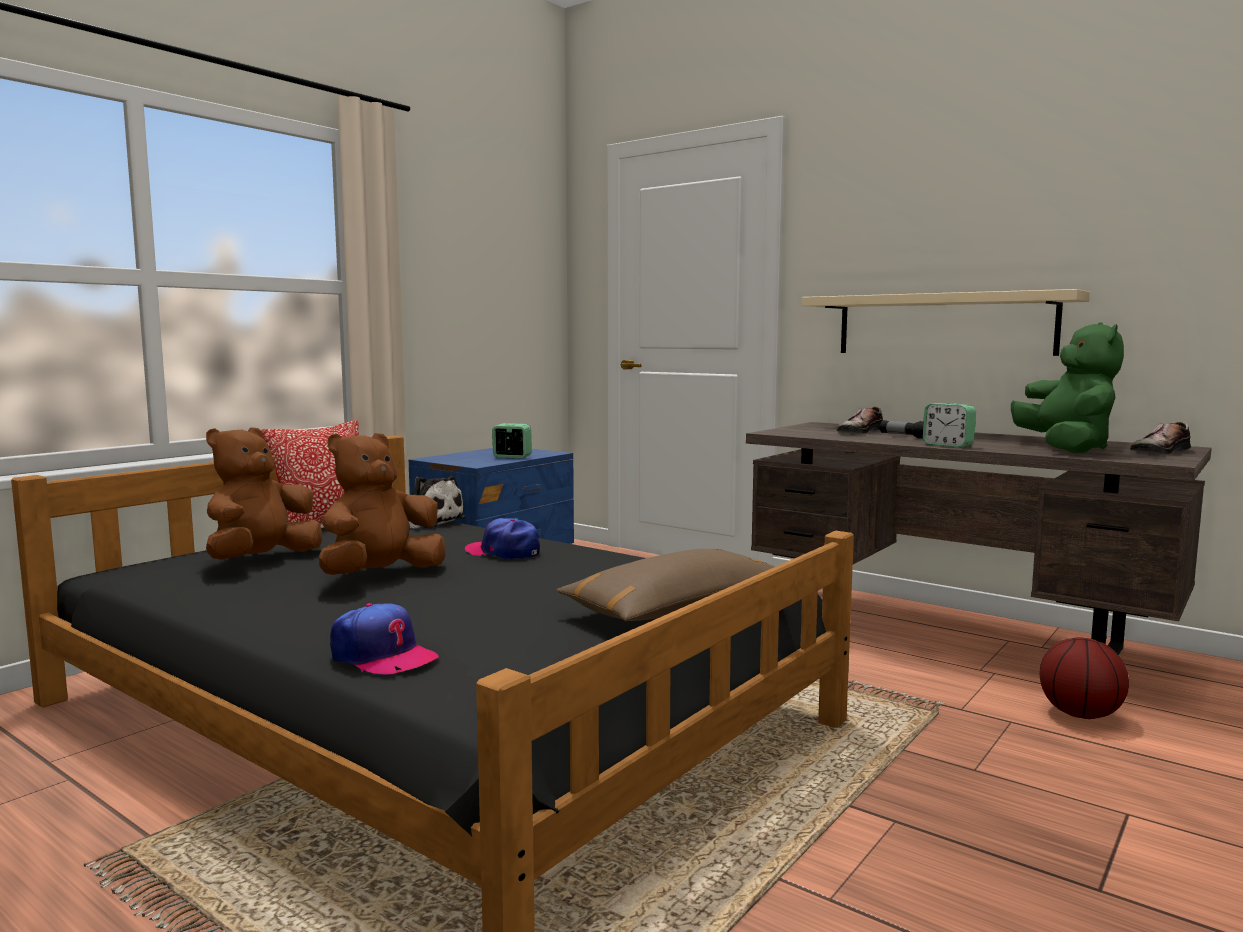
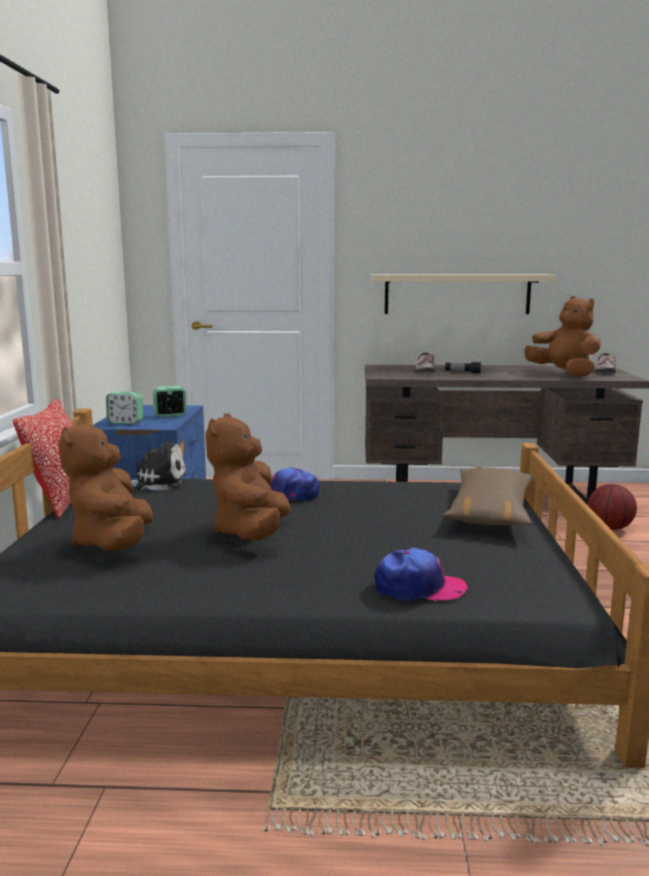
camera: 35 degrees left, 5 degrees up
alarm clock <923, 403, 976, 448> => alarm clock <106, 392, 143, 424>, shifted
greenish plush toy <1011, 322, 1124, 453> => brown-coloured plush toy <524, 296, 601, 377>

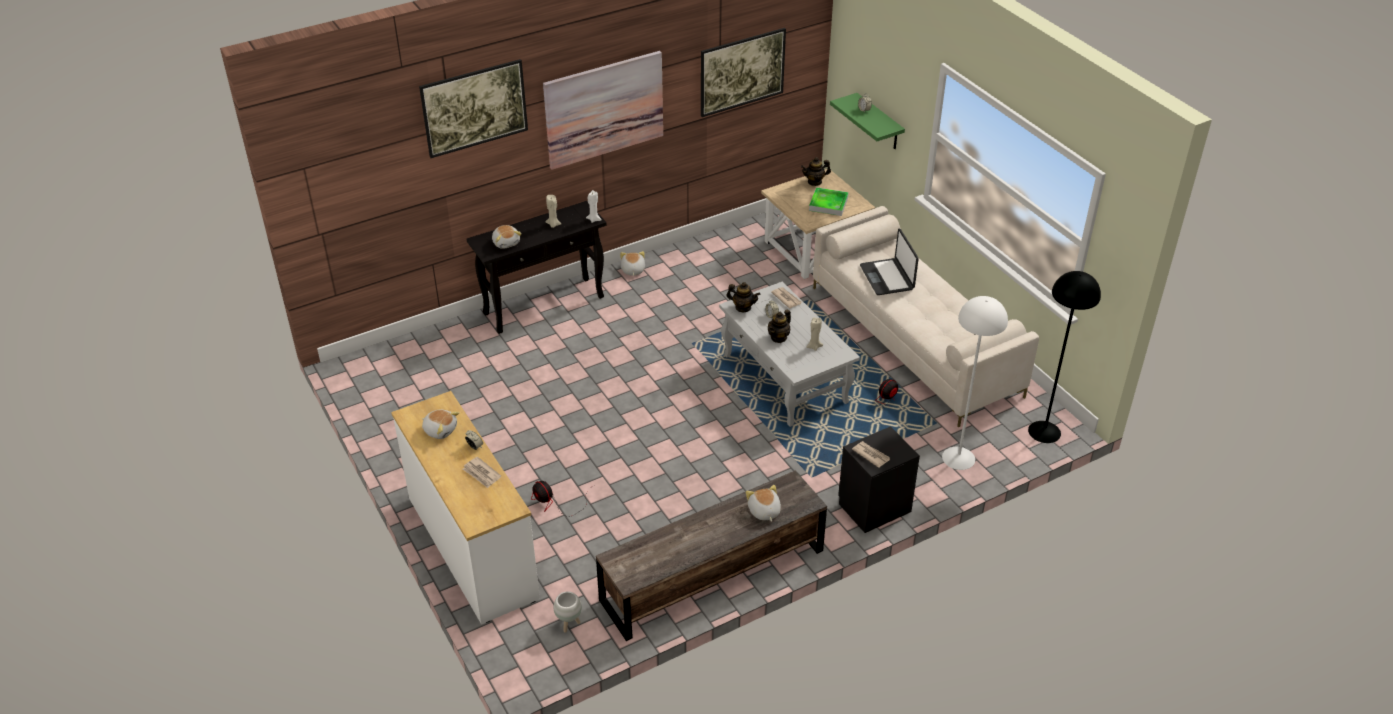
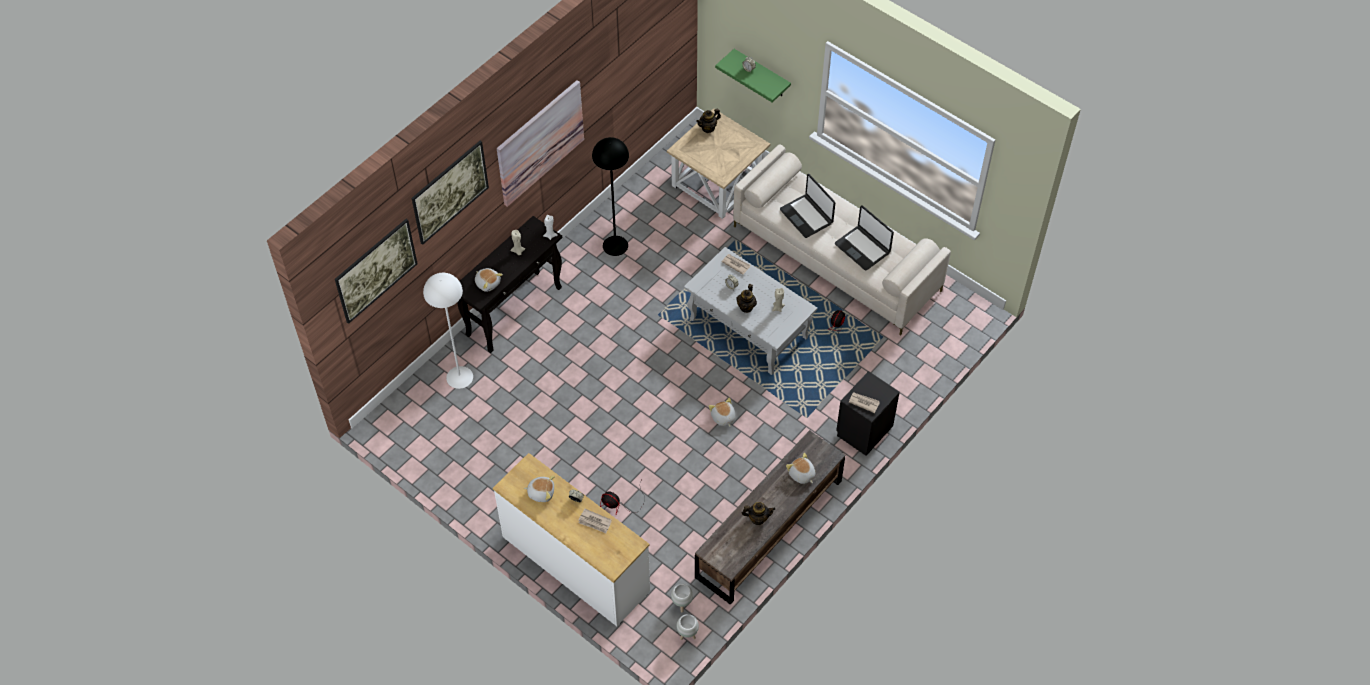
camera: 20 degrees left, 15 degrees up
plush toy <620, 251, 645, 276> => plush toy <709, 398, 736, 427>, shifted
wall picture <701, 28, 786, 117> => wall picture <335, 219, 418, 324>, shifted
tea pot <726, 282, 760, 312> => tea pot <741, 502, 775, 525>, shifted
tray <809, 187, 849, 216> => nothing
whitish floor lamp <942, 296, 1008, 470> => whitish floor lamp <423, 273, 473, 389>, shifted
black floor lamp <1028, 271, 1101, 443> => black floor lamp <592, 137, 629, 256>, shifted
nothing => whitish plant pot <677, 614, 699, 640>
nothing => laptop <835, 205, 894, 270>

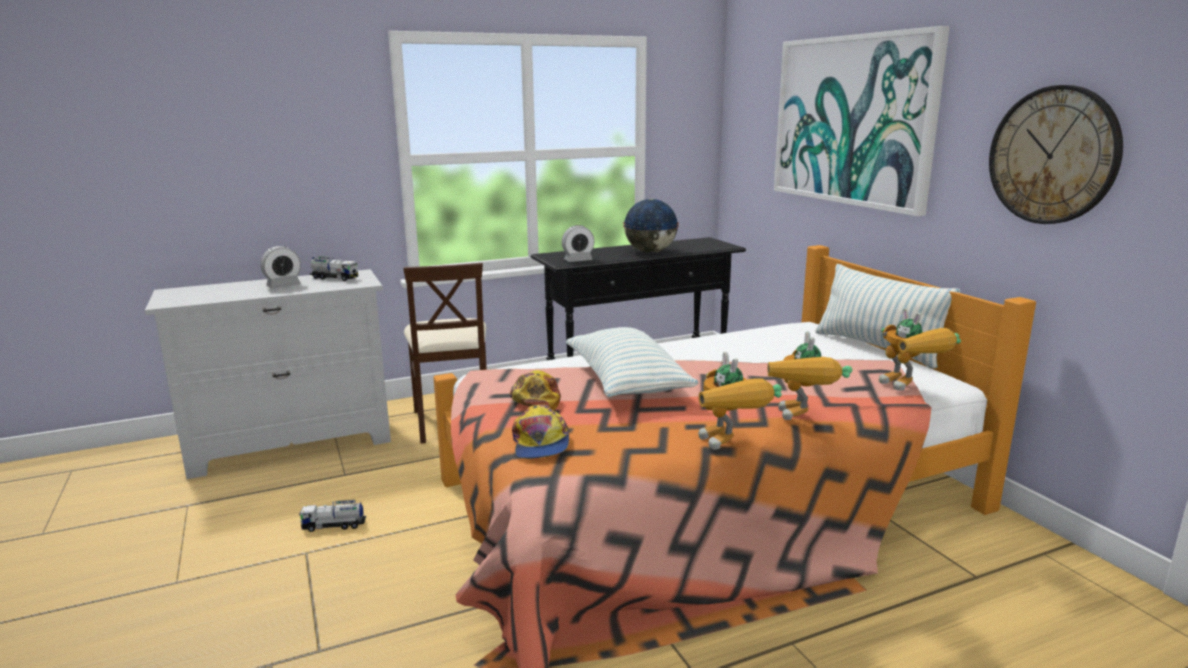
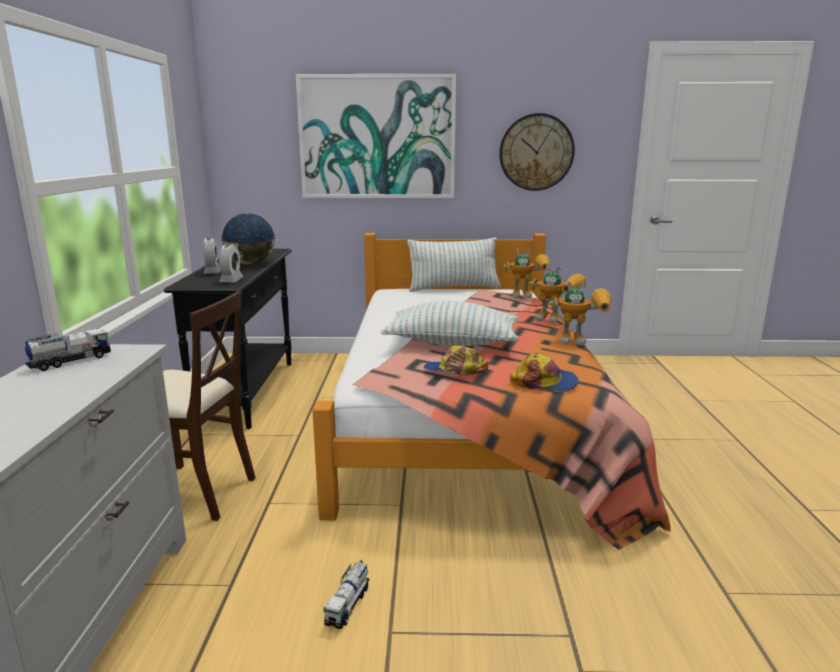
camera: 65 degrees left, 0 degrees up
alarm clock <260, 246, 301, 289> => alarm clock <203, 238, 220, 274>, shifted

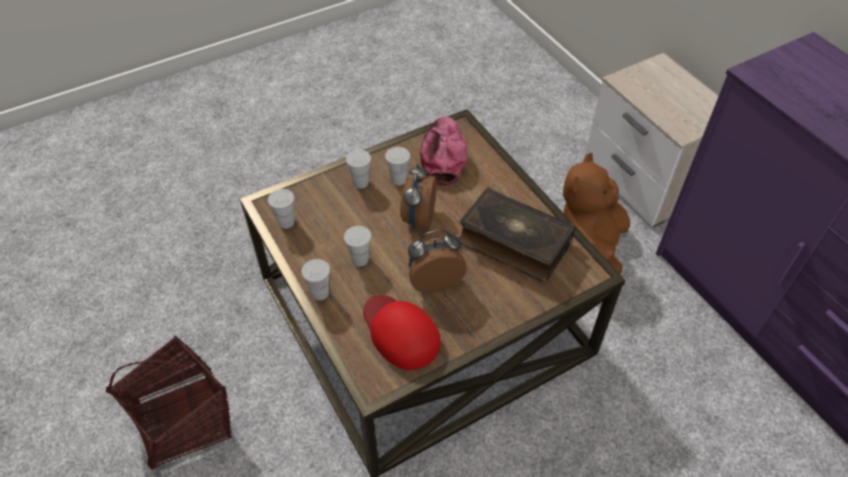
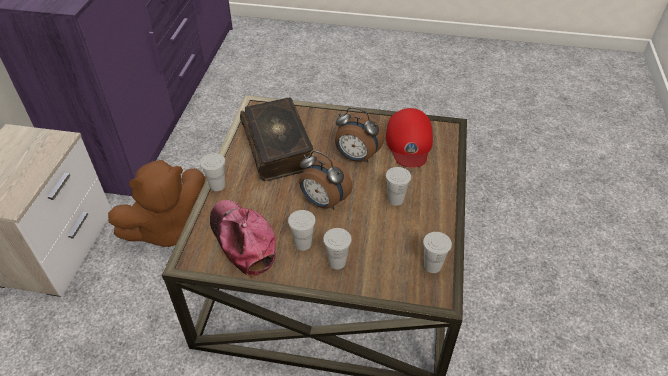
camera: 140 degrees left, 5 degrees down
storage basket <106, 336, 232, 470> => nothing
whitish cup <301, 259, 330, 300> => whitish cup <200, 153, 225, 191>, shifted
alarm clock <400, 164, 437, 230> => alarm clock <299, 151, 352, 209>, 75 degrees clockwise
baseball cap <420, 117, 468, 186> => baseball cap <210, 200, 276, 277>, 105 degrees clockwise

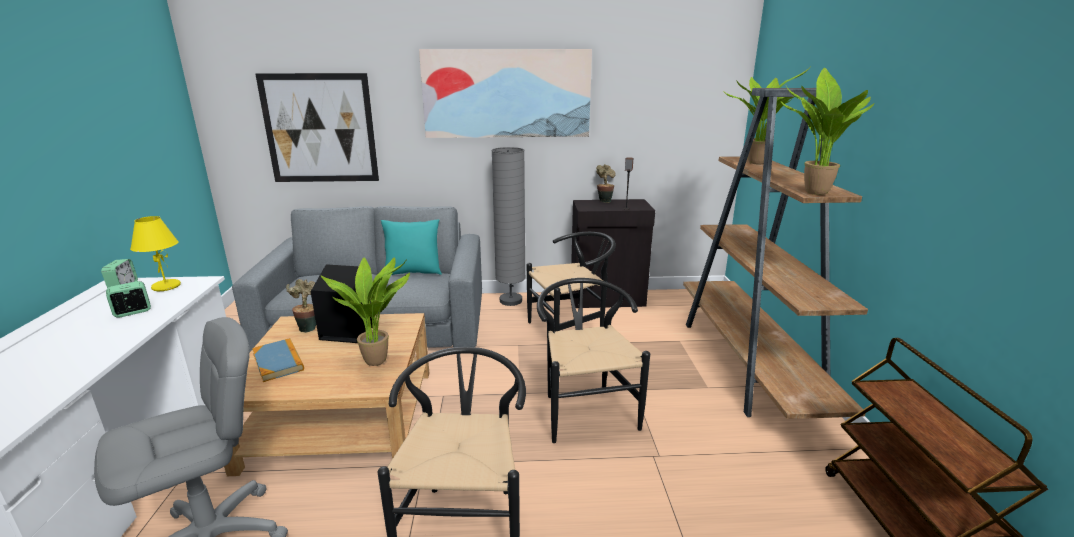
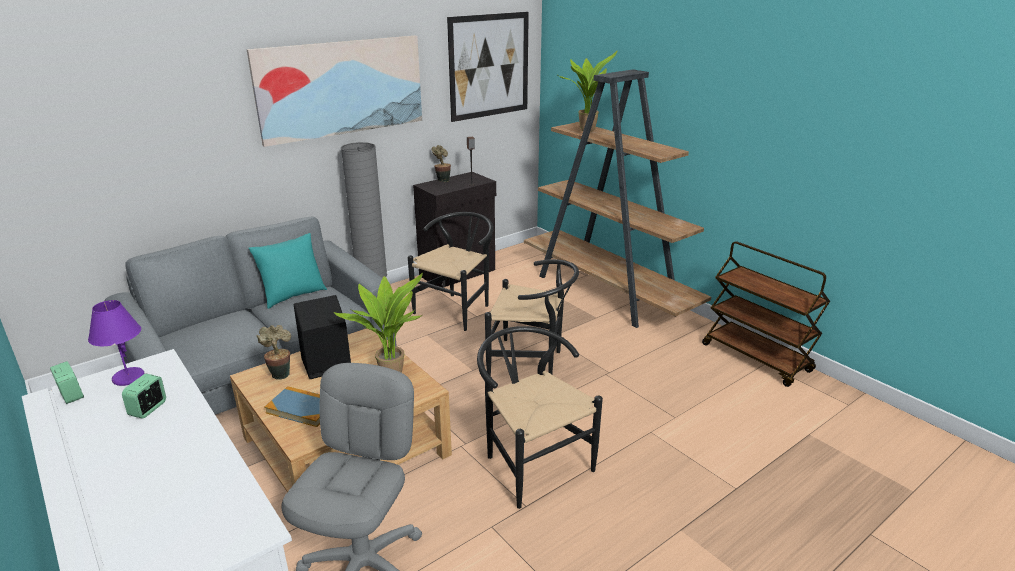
camera: 35 degrees left, 5 degrees up
yellowish table lamp <130, 216, 181, 291> => purple table lamp <88, 300, 144, 386>
wall picture <255, 73, 379, 182> => wall picture <447, 12, 529, 122>, shifted
black plain chair <537, 278, 650, 443> => black plain chair <485, 259, 579, 376>, 150 degrees clockwise
houseplant <781, 68, 875, 195> => nothing

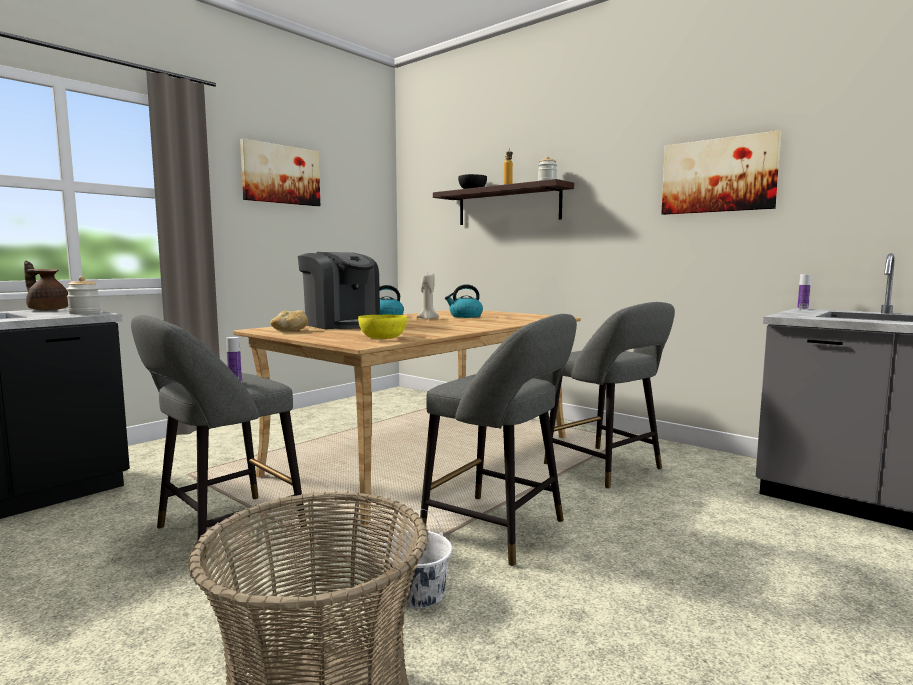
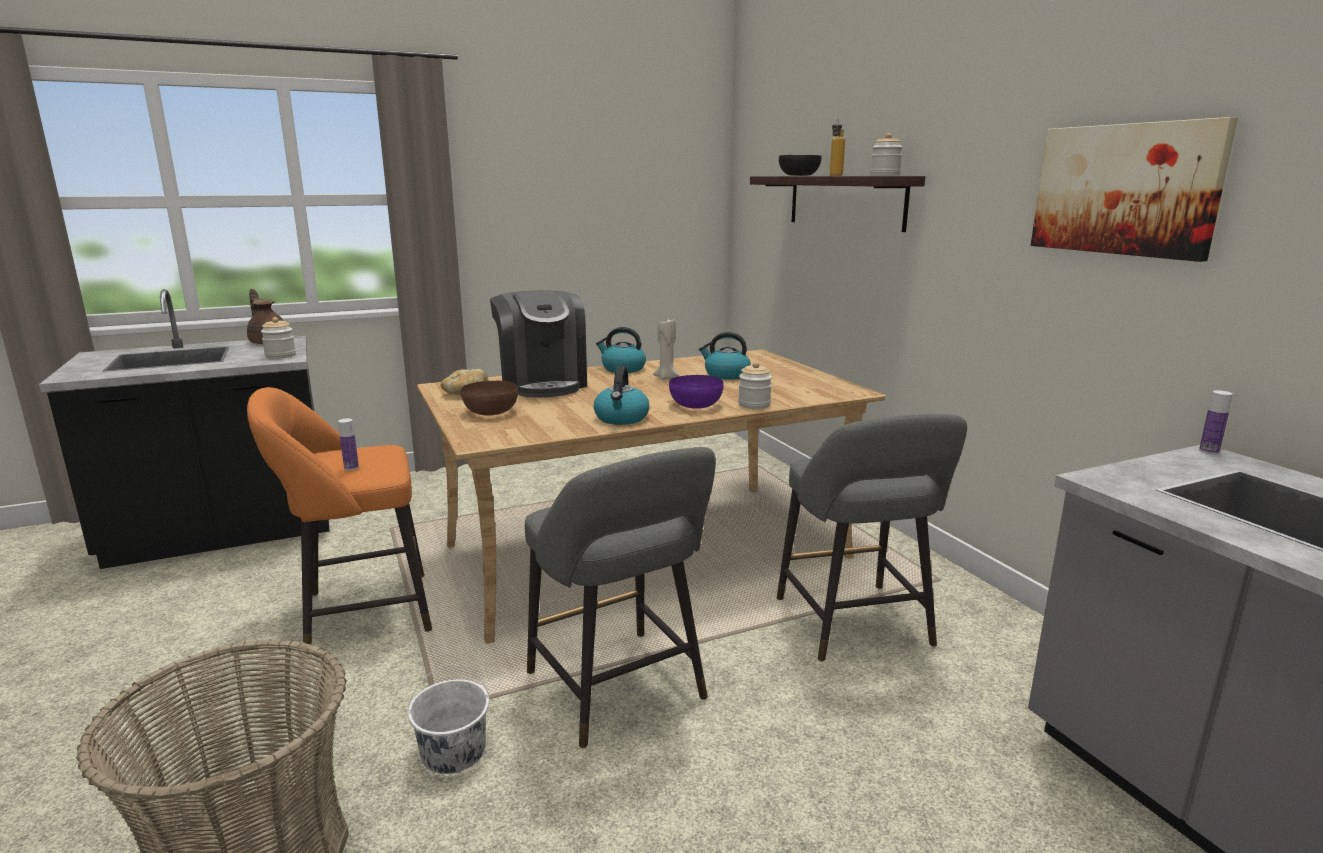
camera: 25 degrees right, 10 degrees up
gray stool seat <131, 315, 307, 560> => orange stool seat <247, 387, 432, 654>
wall picture <240, 139, 320, 206> => nothing
yellowish deep dish <358, 315, 407, 339> => nothing
nothing => brown-coloured deep dish <461, 381, 518, 415>
nothing => tea kettle <594, 366, 649, 425>
nothing => purple deep dish <669, 375, 724, 409>
nothing => preserve jar <738, 362, 772, 409>

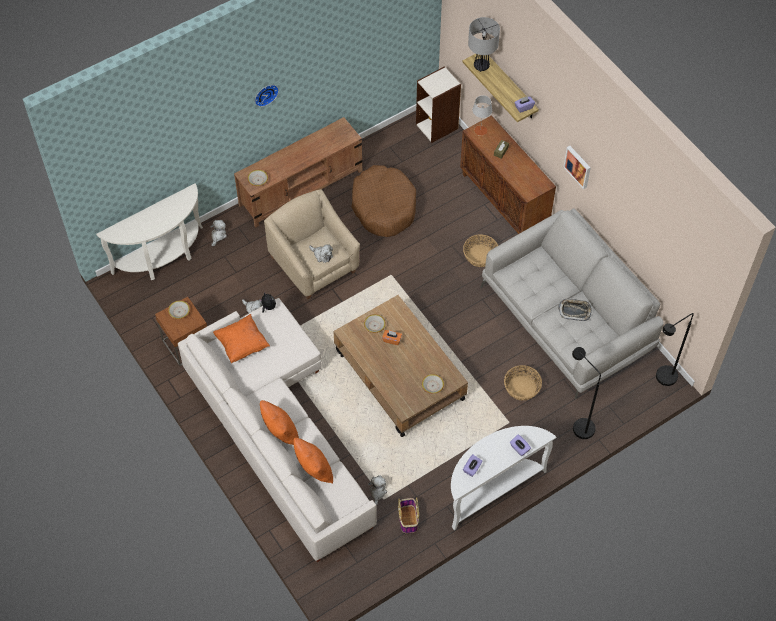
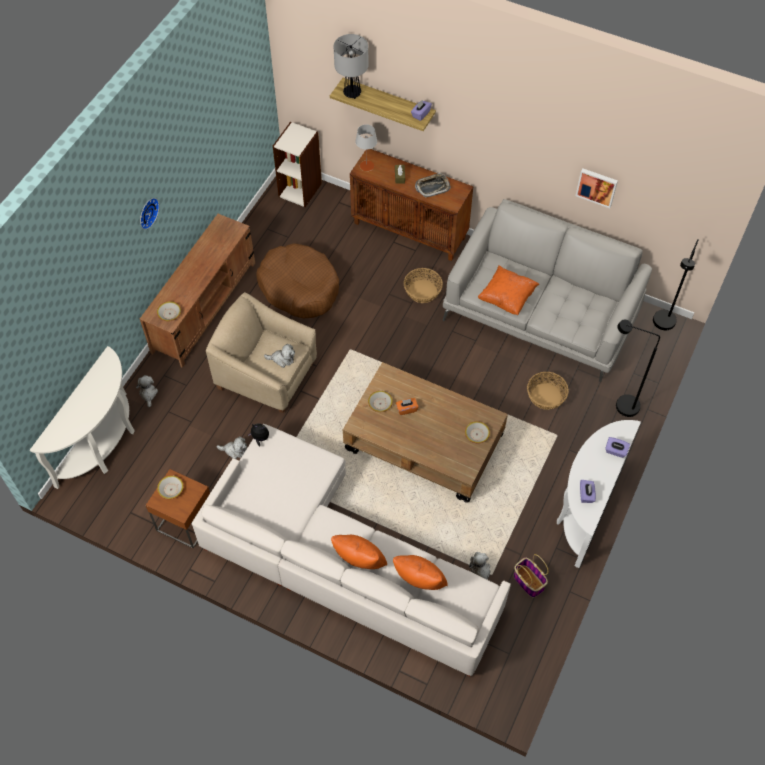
camera: 30 degrees left, 0 degrees up
orange cushion <213, 314, 270, 363> => orange cushion <478, 265, 539, 315>, shifted
tray <558, 299, 592, 321> => tray <415, 173, 451, 198>, shifted
wall picture <563, 146, 591, 189> => wall picture <576, 168, 618, 208>, shifted

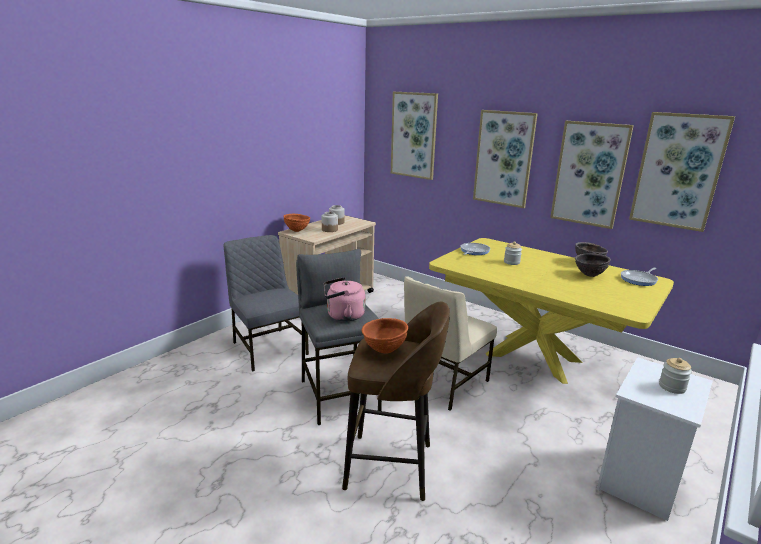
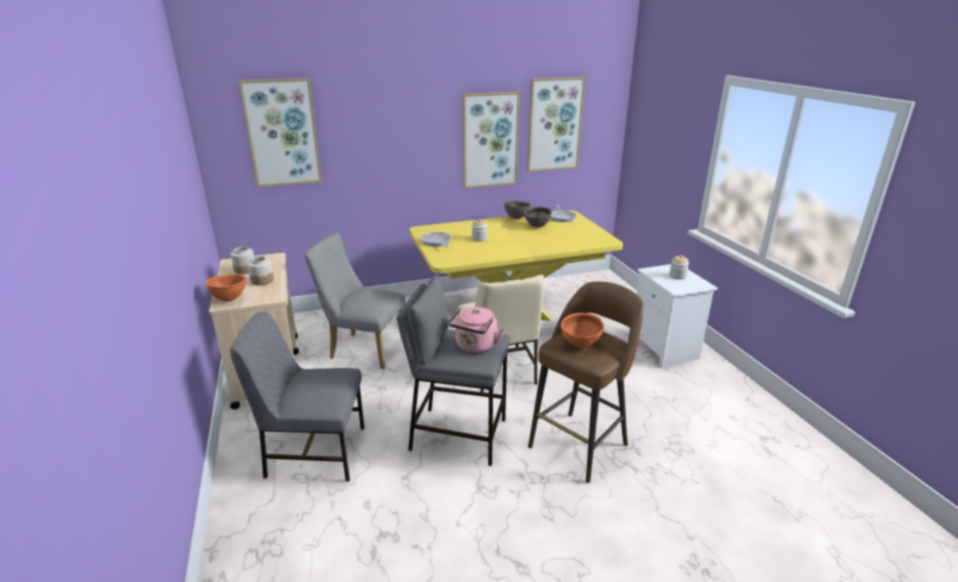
camera: 55 degrees left, 5 degrees up
wall picture <473, 110, 538, 208> => nothing
nothing => gray plain chair <304, 233, 405, 369>

